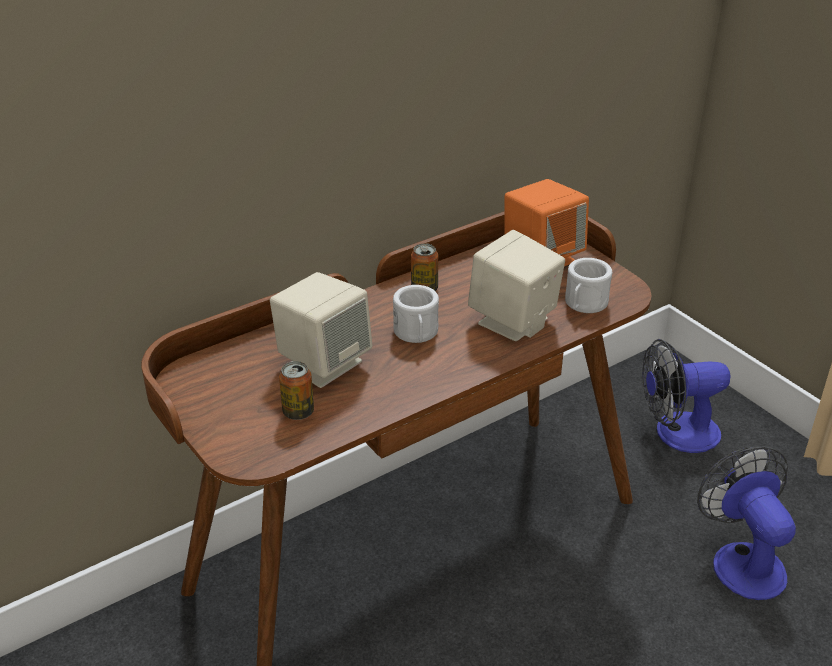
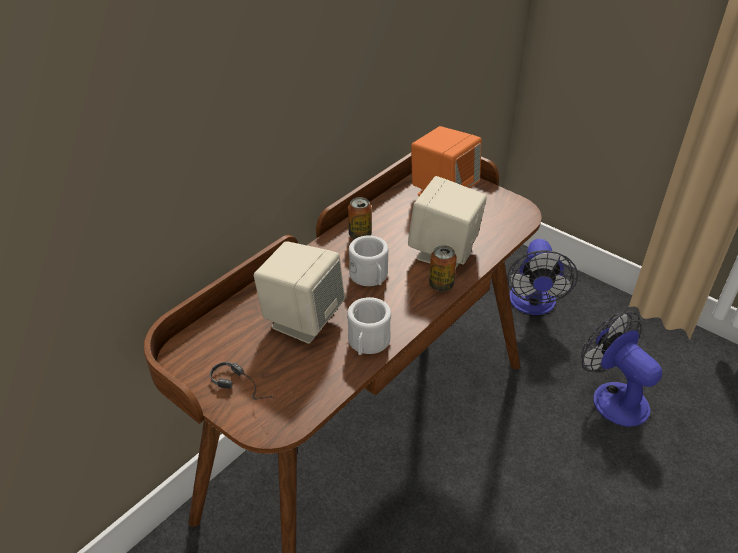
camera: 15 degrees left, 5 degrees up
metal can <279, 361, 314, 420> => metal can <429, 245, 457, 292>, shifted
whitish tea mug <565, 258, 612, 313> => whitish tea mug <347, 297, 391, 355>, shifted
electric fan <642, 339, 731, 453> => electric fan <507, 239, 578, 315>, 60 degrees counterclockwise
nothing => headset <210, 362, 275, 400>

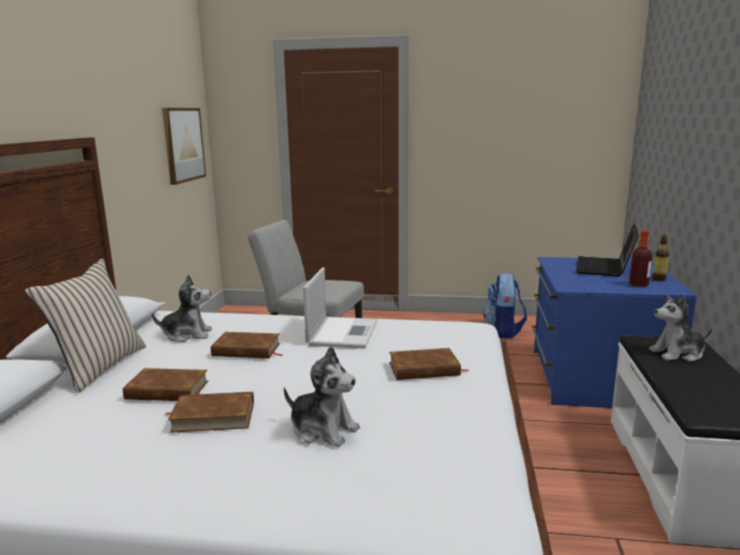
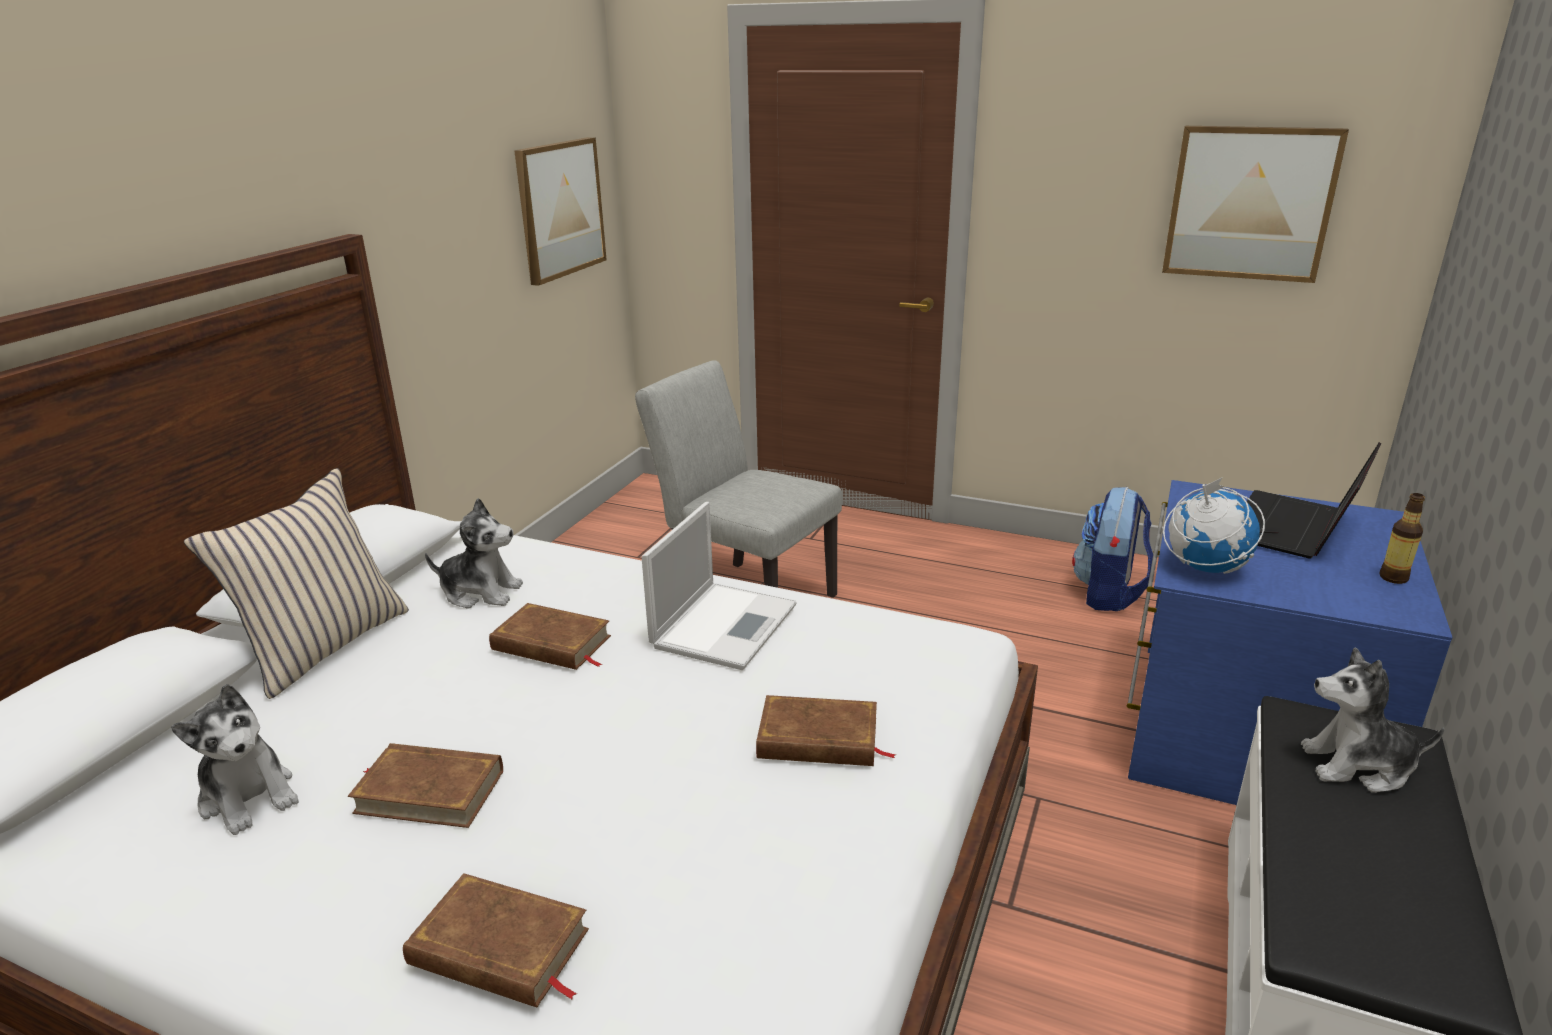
camera: 15 degrees right, 10 degrees up
brown-coloured bound book <123, 368, 208, 401> => brown-coloured bound book <403, 873, 589, 1007>, shifted
plush toy <284, 346, 360, 447> => plush toy <171, 684, 299, 835>, shifted
bottle <629, 230, 652, 287> => nothing
nothing => wall picture <1162, 126, 1349, 283>
nothing => world globe <1163, 477, 1265, 574>

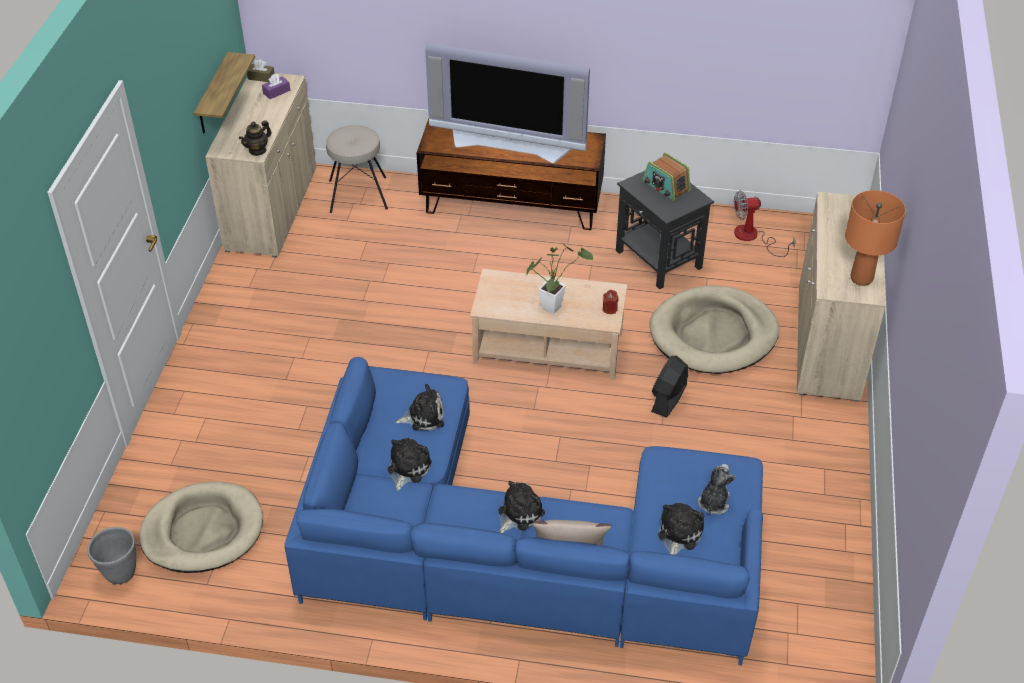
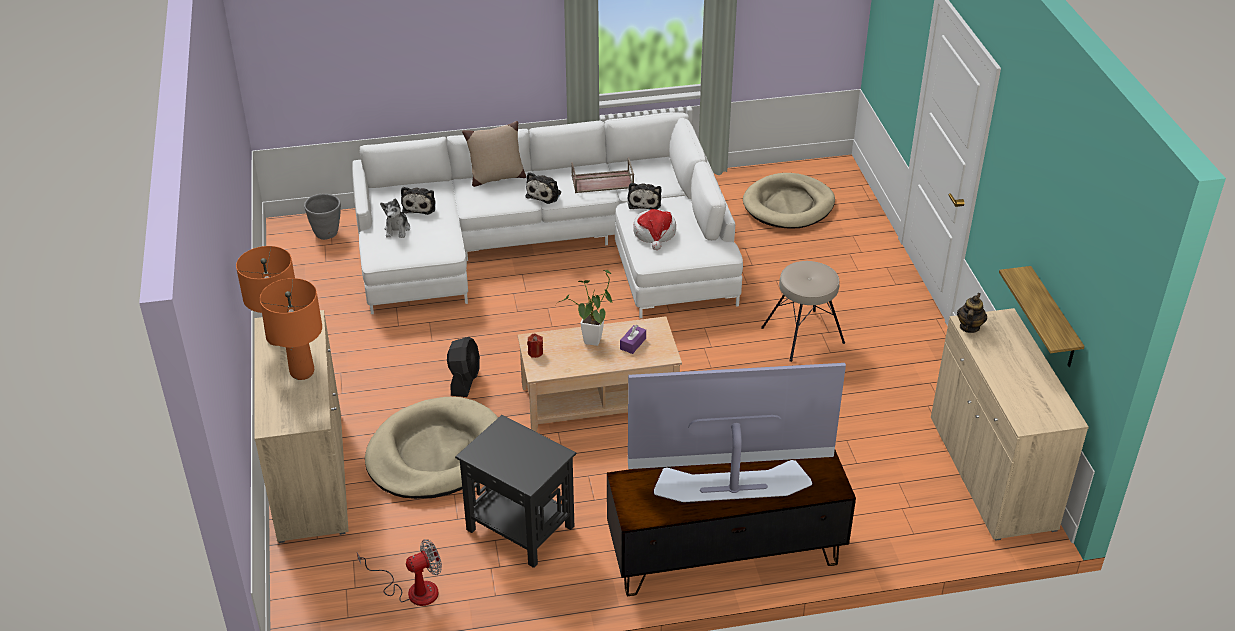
camera: 160 degrees right, 5 degrees down
gray plant pot <87, 527, 136, 584> => gray plant pot <304, 194, 341, 240>, shifted
brown-coloured tissue box <247, 59, 274, 82> => nothing
purple tissue box <262, 74, 290, 99> => purple tissue box <620, 325, 646, 354>, shifted
blue-coloured settee <284, 357, 763, 666> => whitish settee <352, 112, 743, 318>
beige stool seat <326, 125, 388, 213> => beige stool seat <761, 261, 845, 362>, shifted
plush toy <395, 384, 444, 430> => wearable hat <633, 209, 676, 250>
radio receiver <643, 153, 691, 201> => nothing
nothing => orange table lamp <260, 278, 322, 380>
nothing => brown-coloured tray <571, 157, 634, 193>

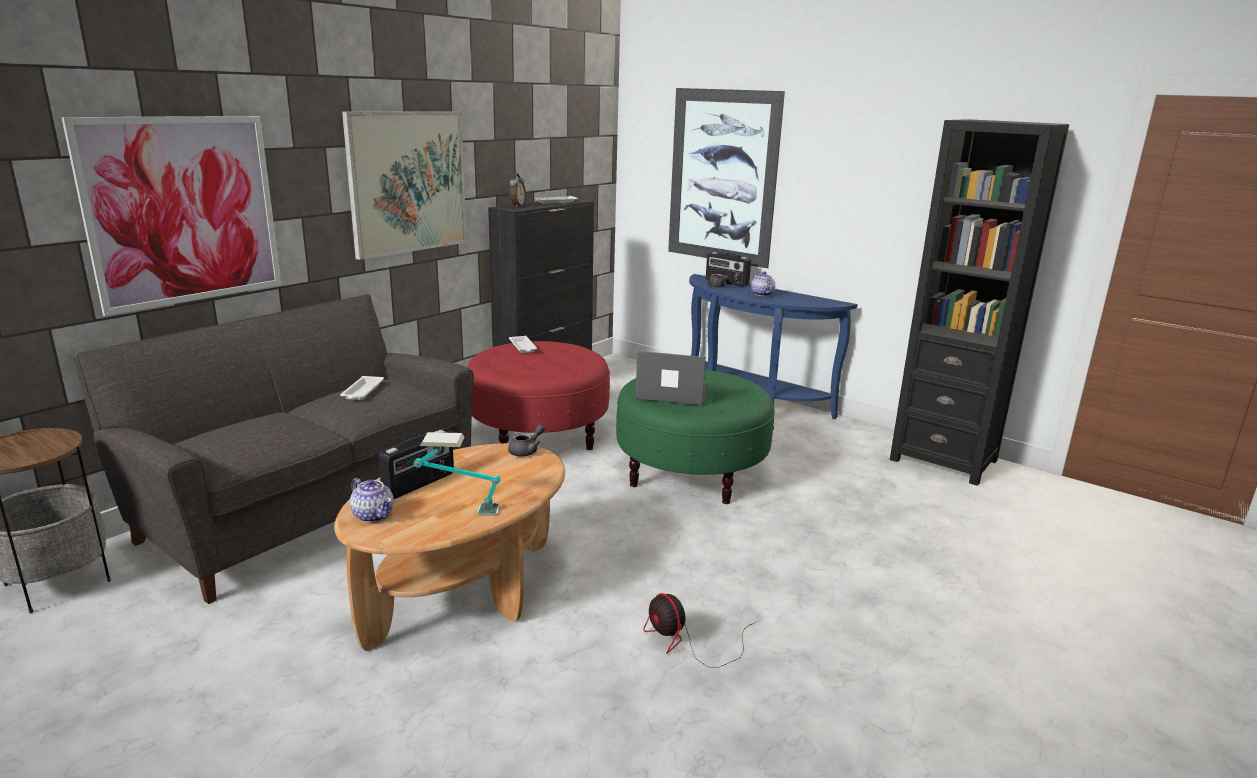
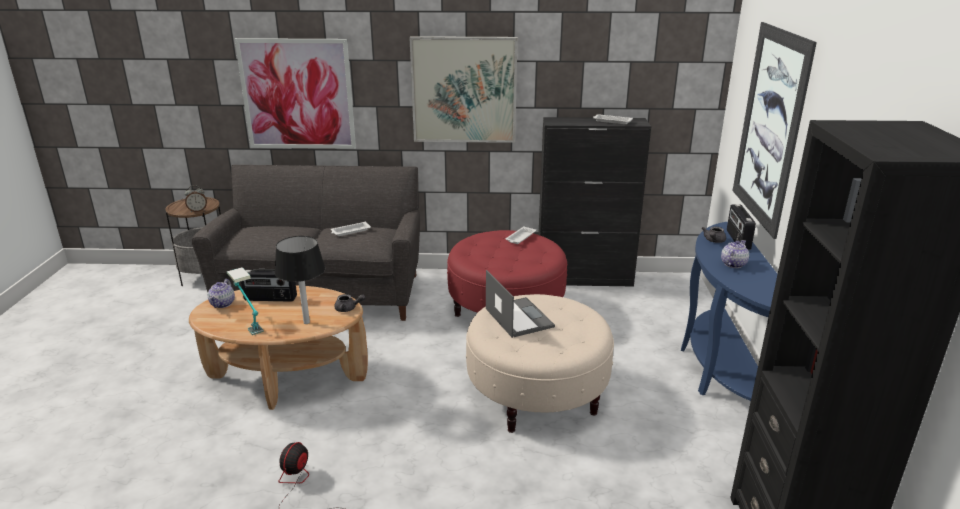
camera: 55 degrees right, 5 degrees up
alarm clock <510, 174, 526, 207> => alarm clock <185, 185, 207, 212>, shifted
greenish ottoman <616, 370, 775, 504> => beige ottoman <466, 294, 614, 433>
nothing => black table lamp <274, 236, 325, 324>

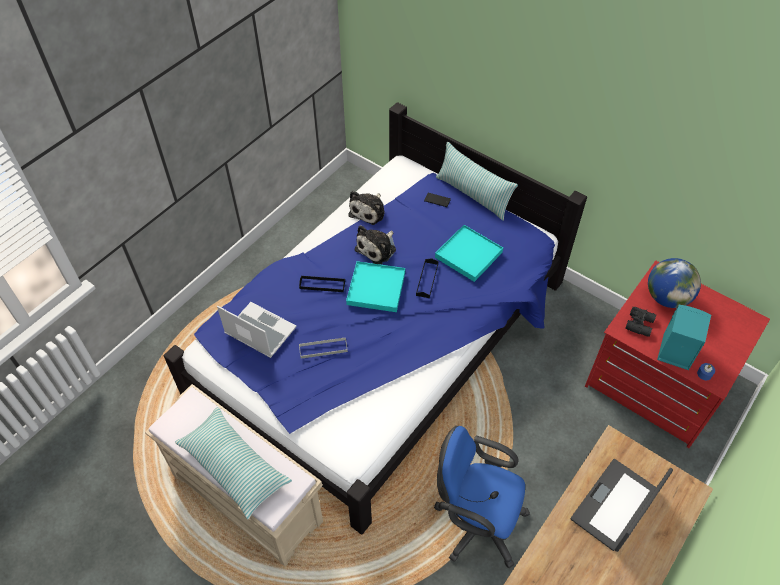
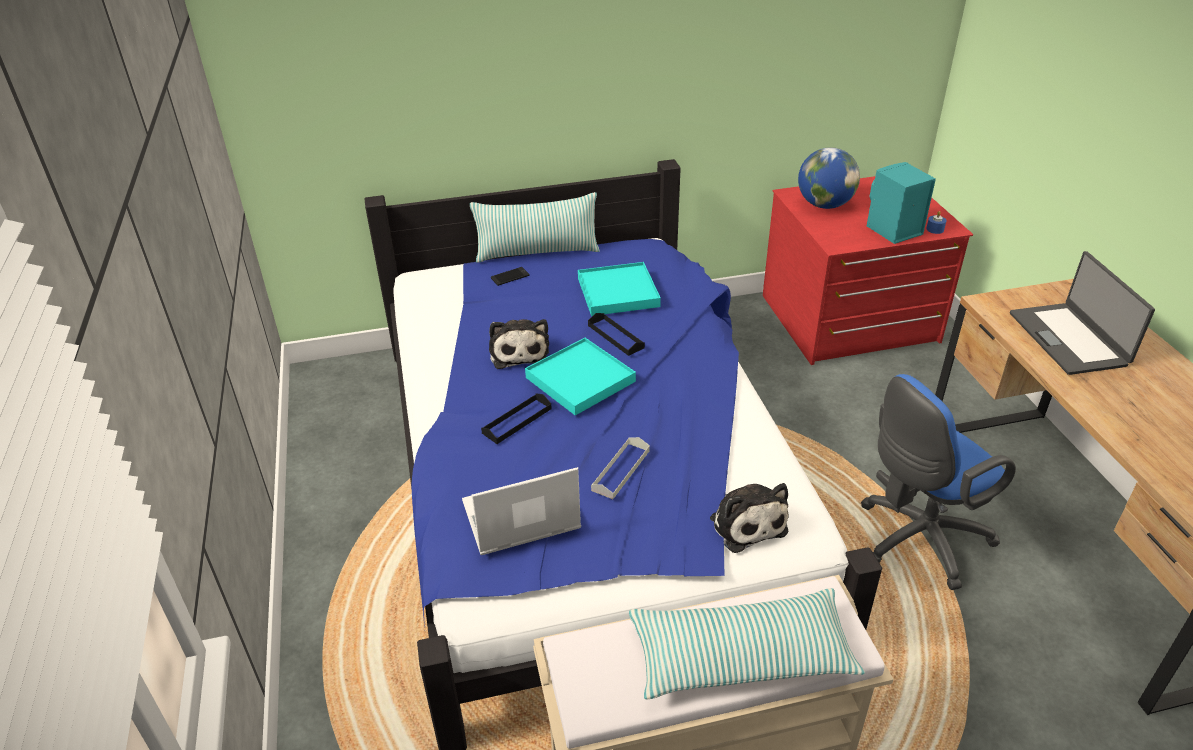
camera: 50 degrees left, 15 degrees down
plush toy <348, 191, 384, 225> => plush toy <710, 483, 789, 553>, shifted
black binoculars <625, 307, 656, 337> => nothing

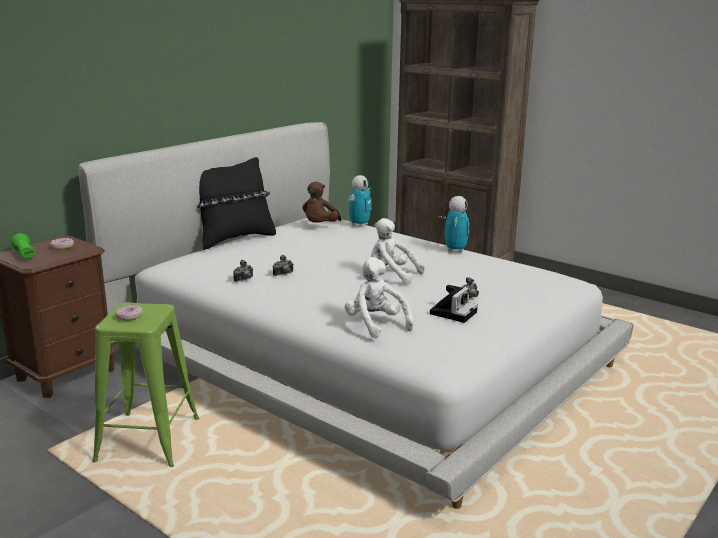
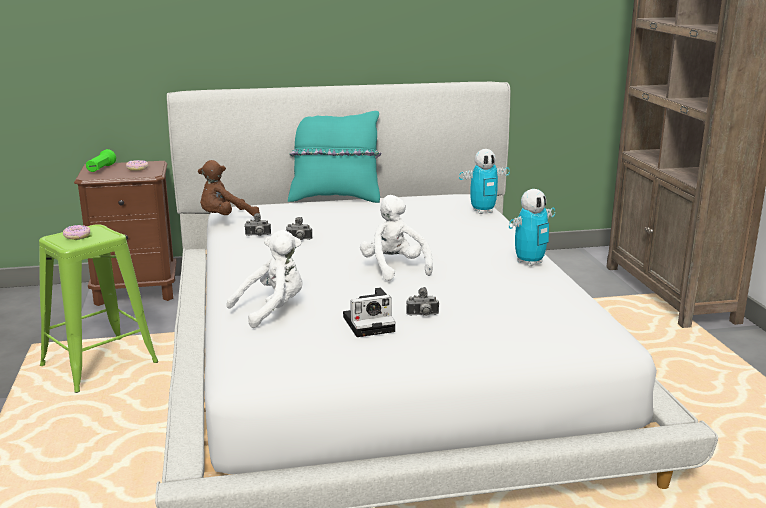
camera: 40 degrees right, 0 degrees up
black cushion <197, 157, 276, 250> => turquoise cushion <288, 111, 382, 203>
brown-coloured plush toy <302, 182, 341, 223> => brown-coloured plush toy <198, 160, 260, 217>, shifted
whitish plush toy <345, 257, 414, 338> => whitish plush toy <226, 230, 303, 328>, 45 degrees clockwise

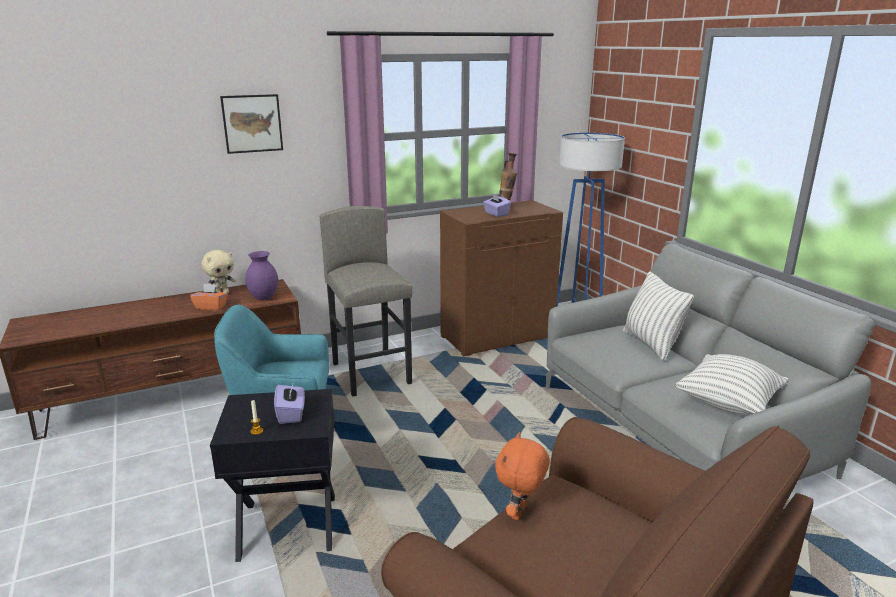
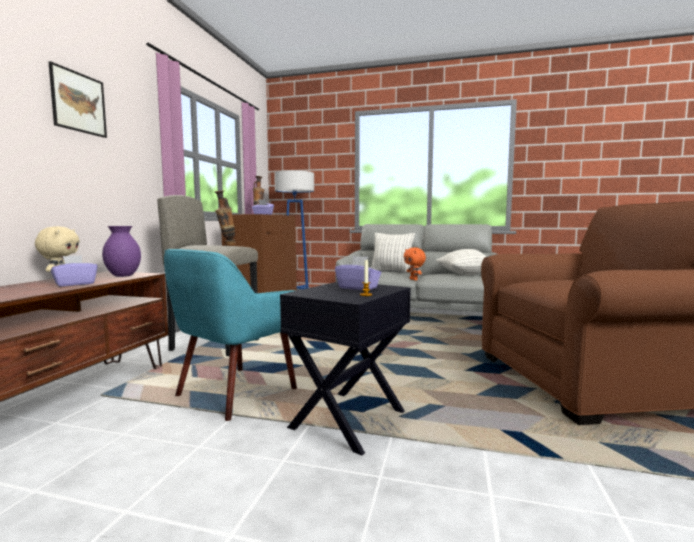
camera: 50 degrees left, 15 degrees down
orange tissue box <190, 284, 228, 310> => purple tissue box <51, 255, 98, 286>
orange plush toy <495, 432, 550, 520> => orange plush toy <404, 247, 426, 281>, shifted
nothing => flower vase <215, 191, 236, 246>

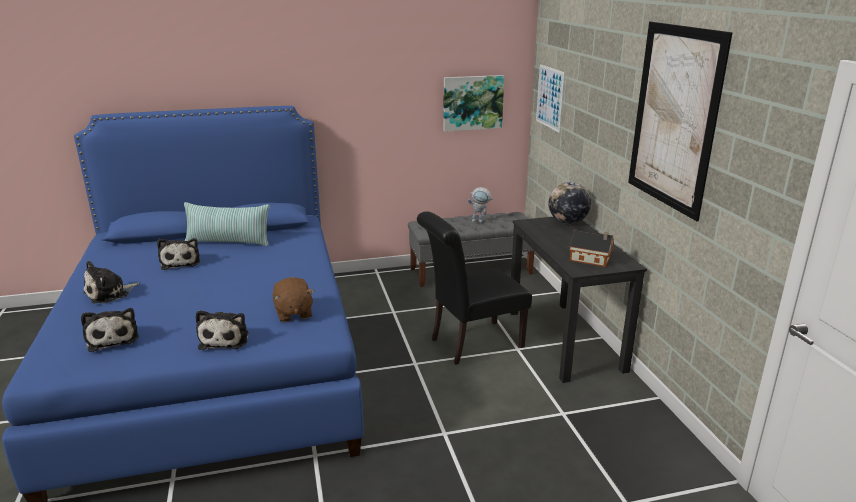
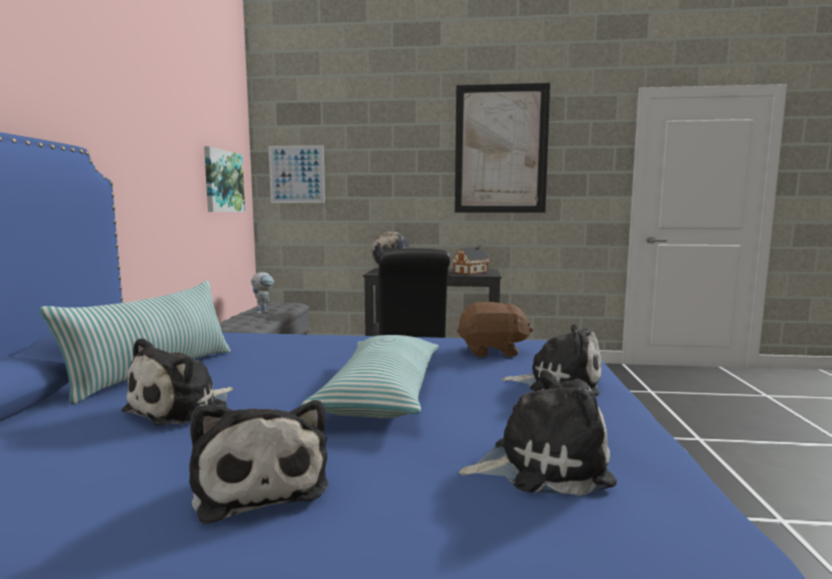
camera: 70 degrees left, 15 degrees down
plush toy <157, 238, 200, 270> => plush toy <121, 338, 233, 426>, 120 degrees clockwise
nothing => cushion <301, 335, 439, 419>

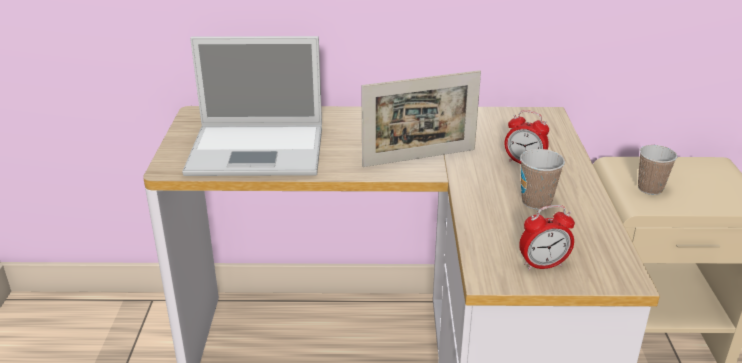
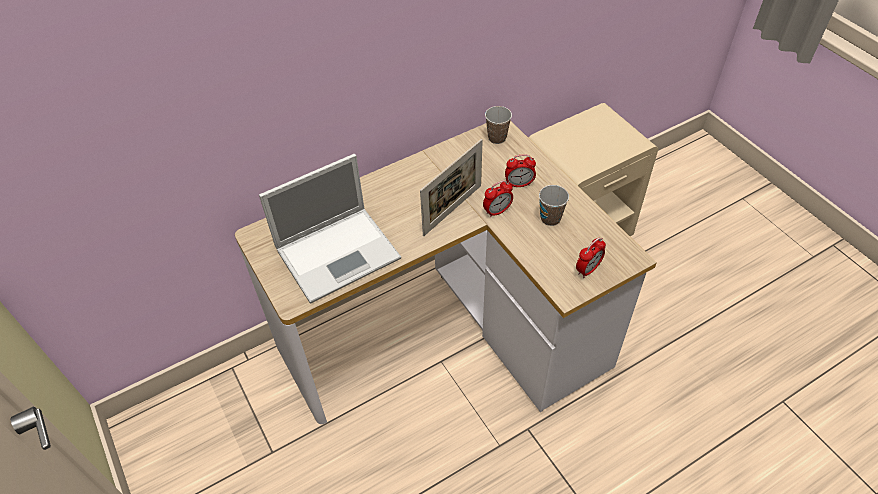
camera: 30 degrees left, 20 degrees up
cup <638, 145, 677, 195> => cup <485, 106, 512, 144>, shifted
nothing => alarm clock <483, 180, 513, 218>

